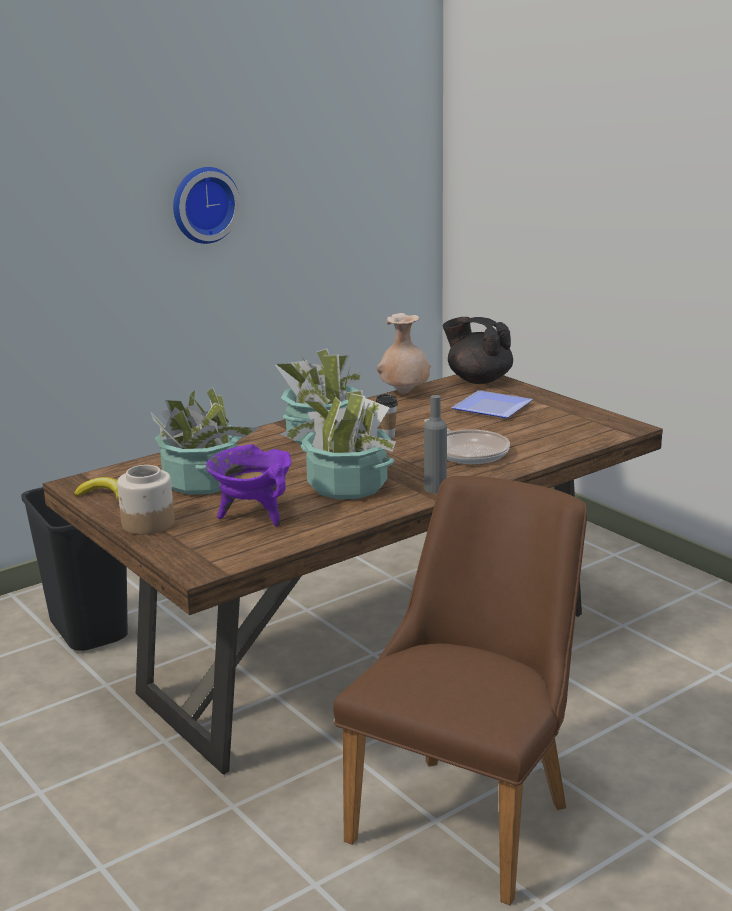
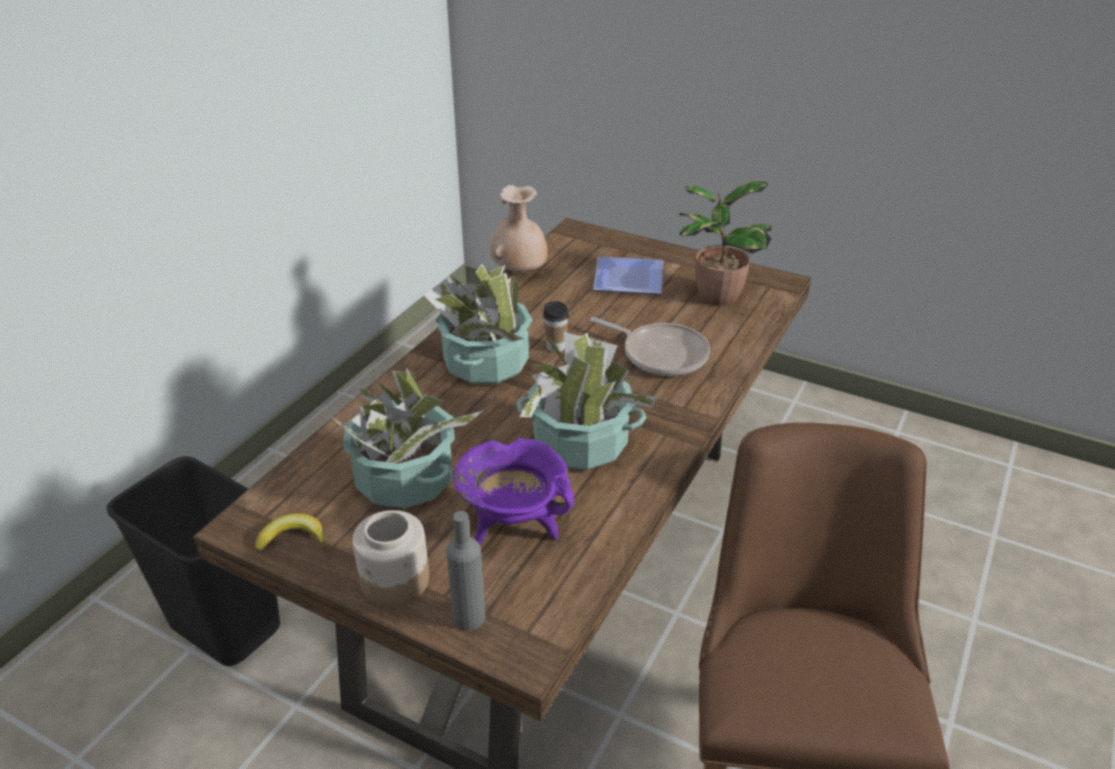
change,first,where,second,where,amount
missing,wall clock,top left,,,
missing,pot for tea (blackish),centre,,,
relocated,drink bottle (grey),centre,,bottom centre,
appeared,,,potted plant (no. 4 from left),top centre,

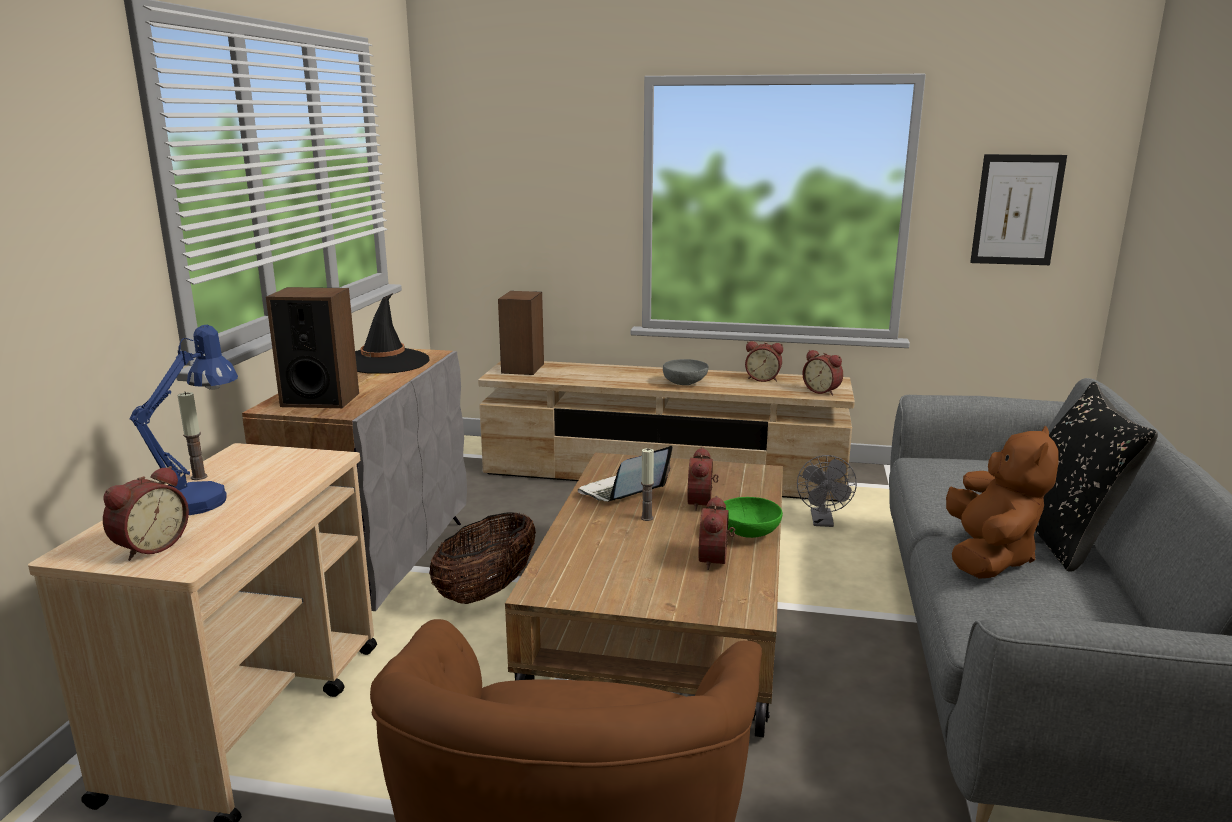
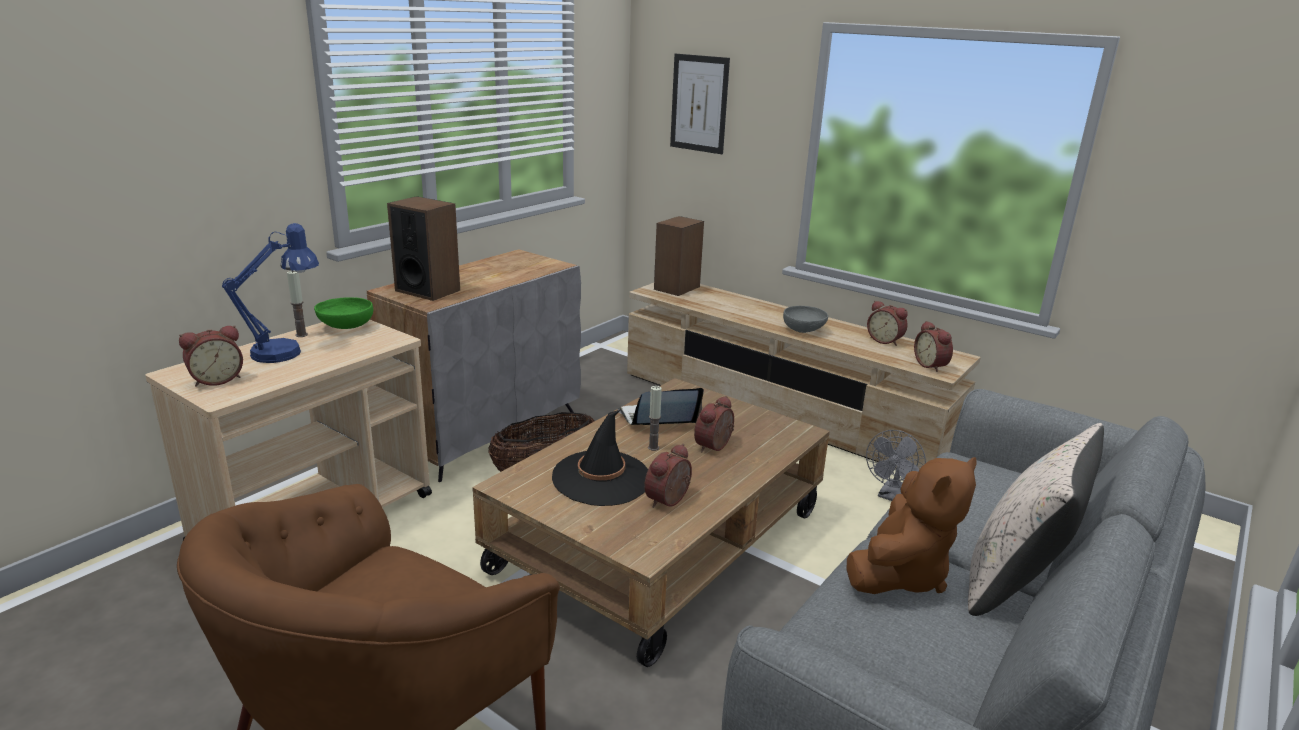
change,first,where,second,where,amount
relocated,picture,top right,,top centre,
relocated,wearable hat (blackish),middle left,,centre,
colour,throw pillow (blackish),middle right,throw pillow (beige),bottom right,
relocated,deep dish (greenish),centre,,middle left,

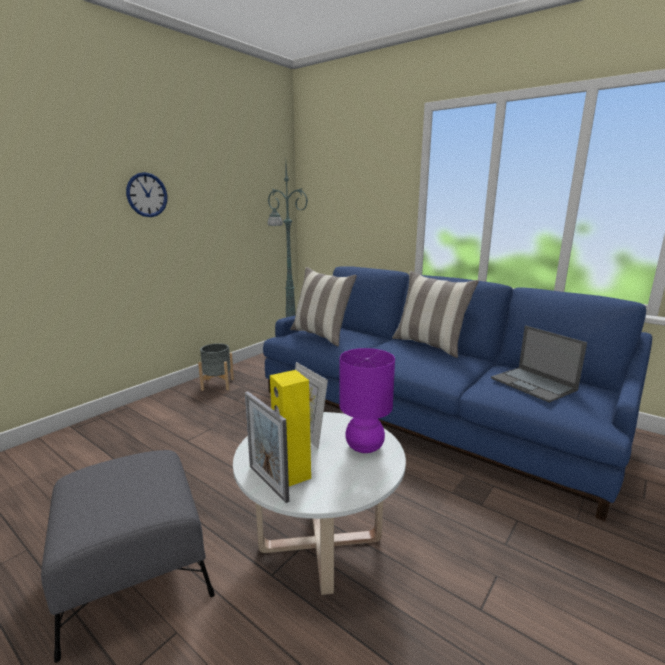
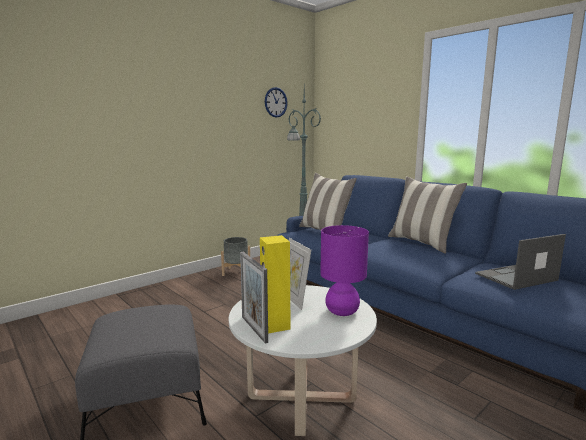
change,first,where,second,where,amount
relocated,wall clock,top left,,top centre,
spun,portable computer,middle right,,middle right,90 degrees clockwise

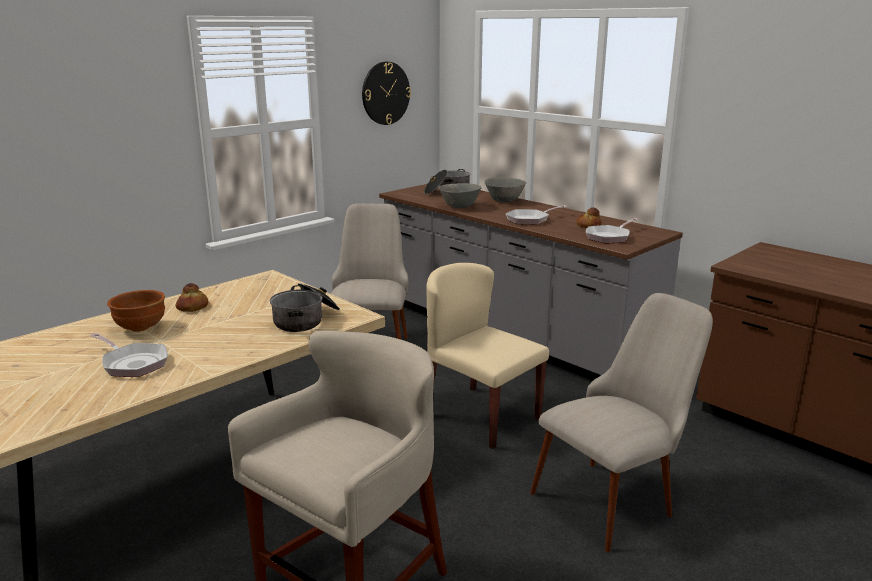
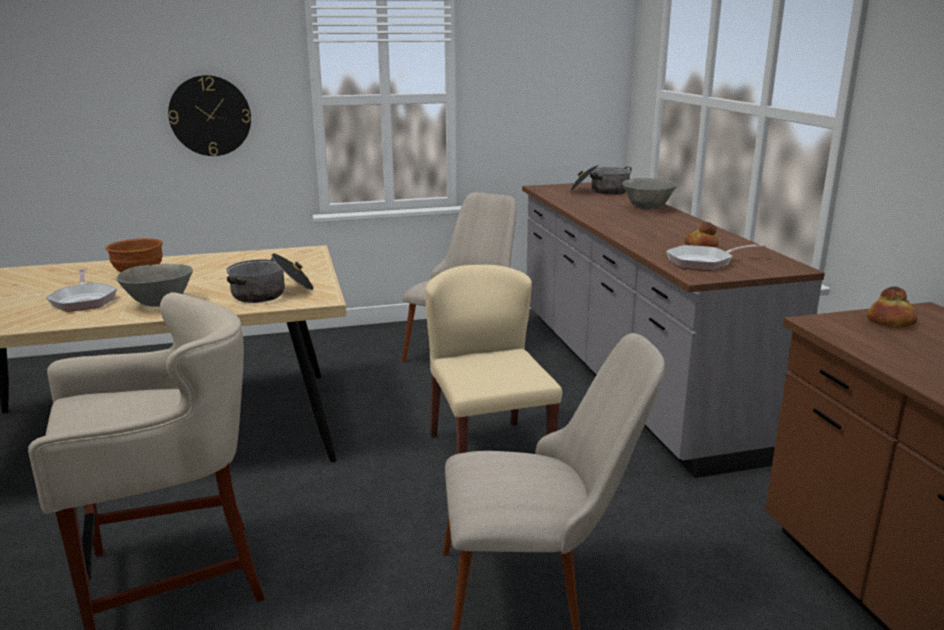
change,first,where,second,where,amount
relocated,wall clock,top centre,,top left,
relocated,deep dish (grey) (no. 1 from left),centre,,middle left,
missing,pan (no. 2 from left),centre,,,
relocated,baked bread (no. 1 from left in the first image),middle left,baked bread (no. 2 from left),middle right,

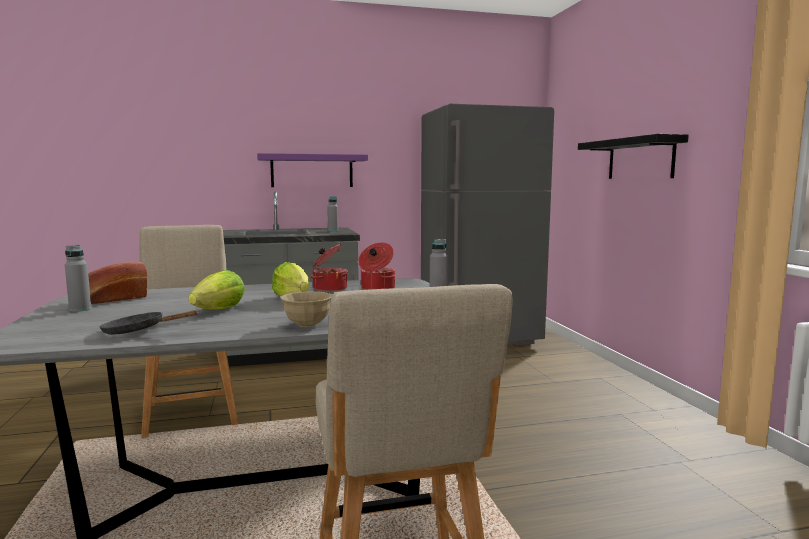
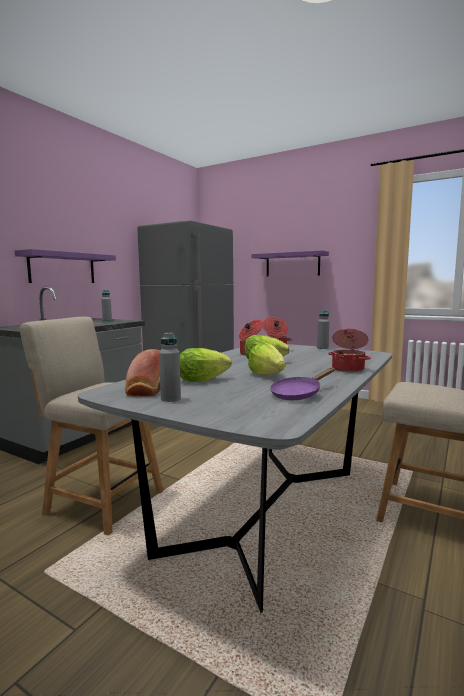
change,first,where,second,where,amount
colour,shelf (blackish),top right,shelf (purplish) (no. 2 from left),centre,
exchanged,deep dish (beige),centre,stockpot (no. 3 from left),middle right,
colour,pan (blackish),middle left,pan (purplish),centre,
appeared,,,head of lettuce (no. 1 from left),centre,

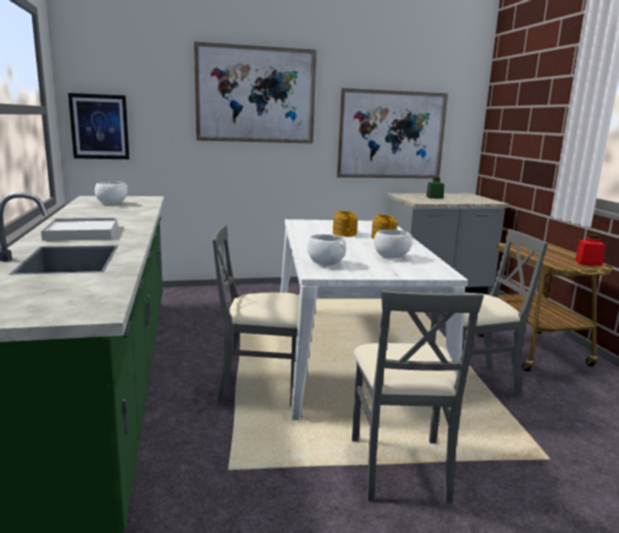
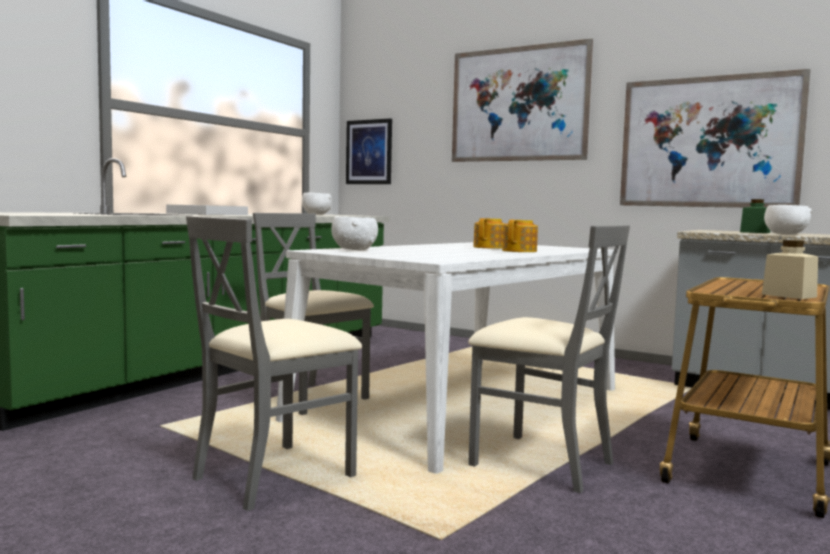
change,first,where,second,where,amount
relocated,deep dish (white-coloured) (no. 3 from left),centre,,middle right,
colour,preserve jar (reddish),middle right,preserve jar (beige),middle right,

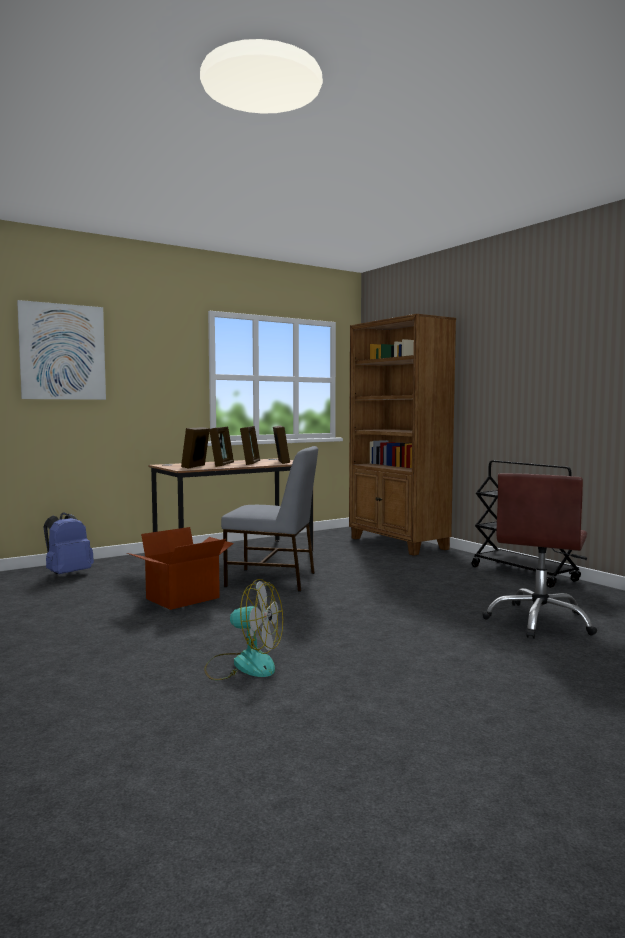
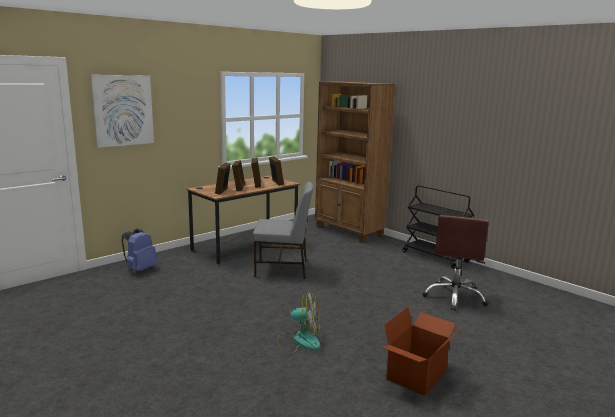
change,first,where,second,where,amount
relocated,carton,middle left,,bottom right,

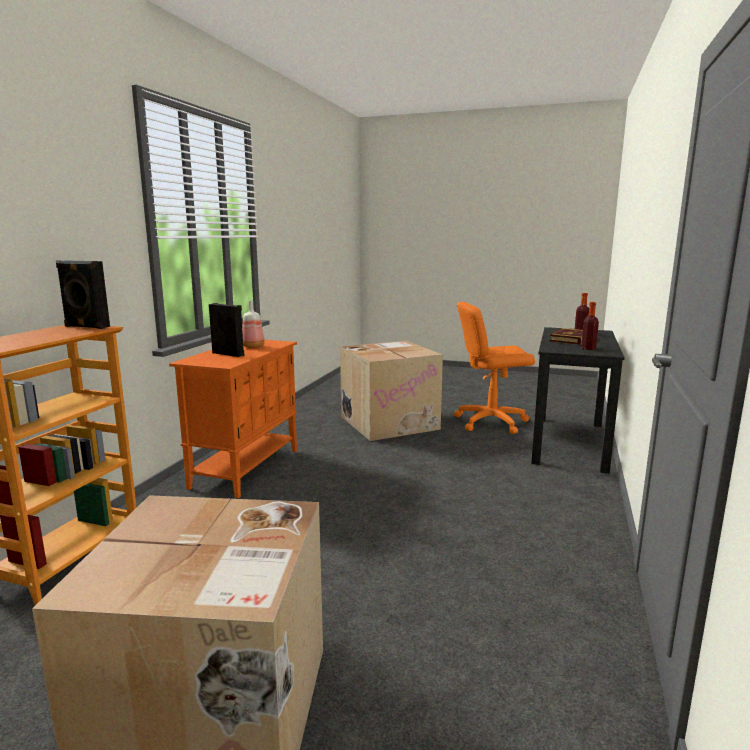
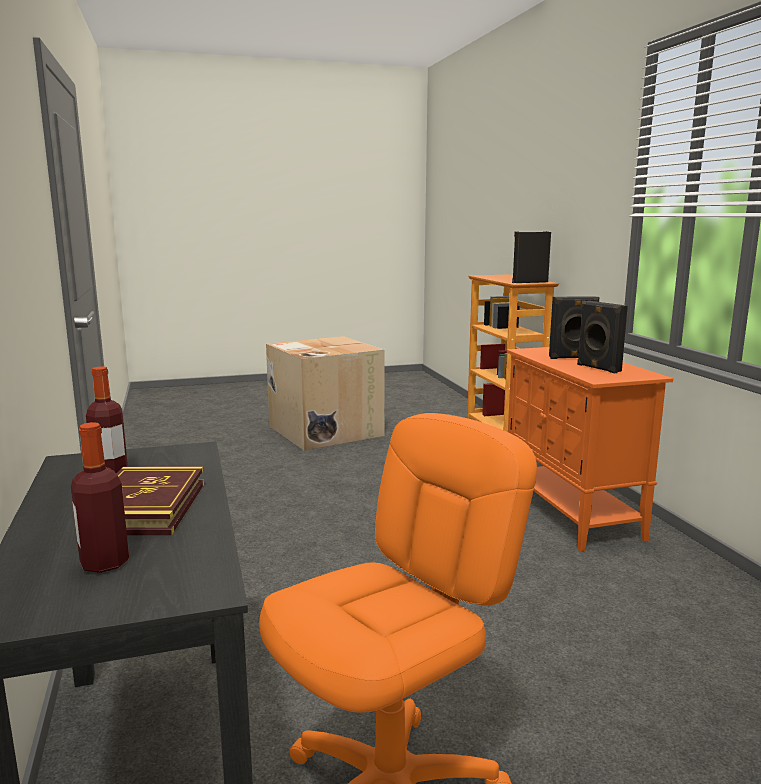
change,first,where,second,where,amount
exchanged,drink bottle (no. 1 from left),centre,speaker (blackish) (no. 3 from left),middle right,
missing,carton (no. 2 from left),centre,,,

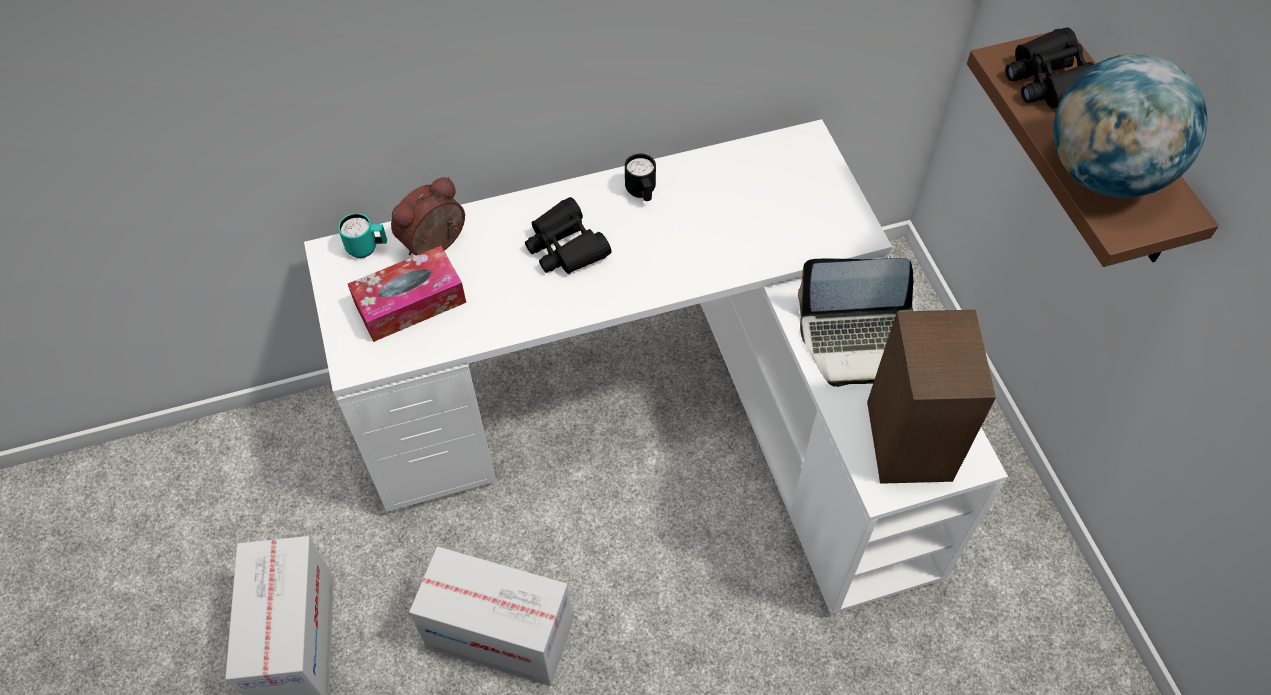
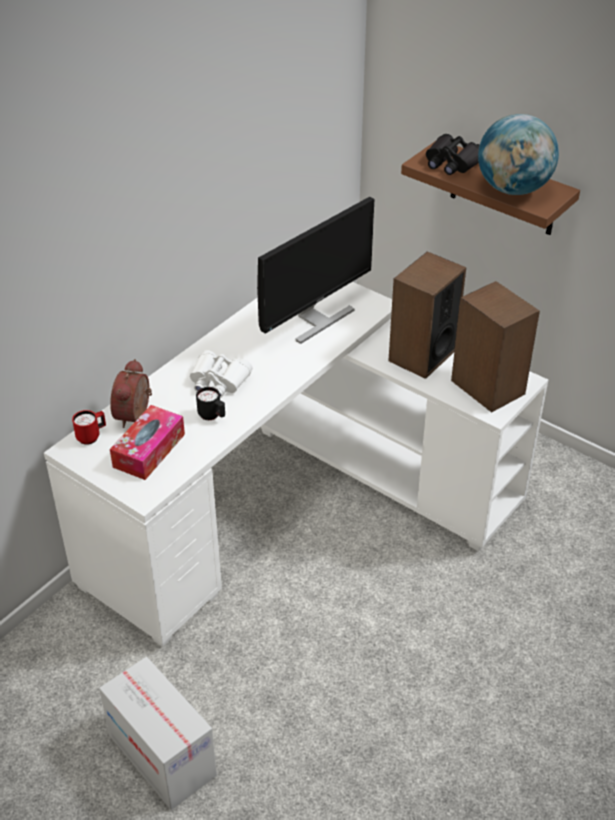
change,first,where,second,where,amount
relocated,coffee mug (blackish),top centre,,centre,
colour,pair of binoculars (blackish) (no. 1 from left),centre,pair of binoculars (white-coloured),centre,
colour,coffee mug (turquoise),middle left,coffee mug (reddish),middle left,
exchanged,portable computer,middle right,speaker (no. 1 from left),middle right,
missing,carton (no. 2 from left),bottom centre,,,
appeared,,,monitor,top centre,

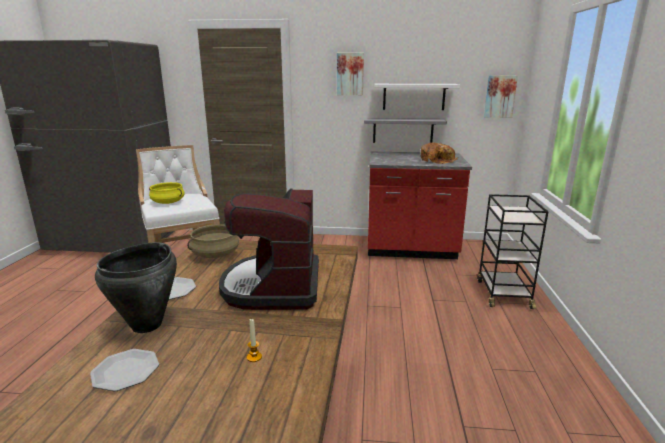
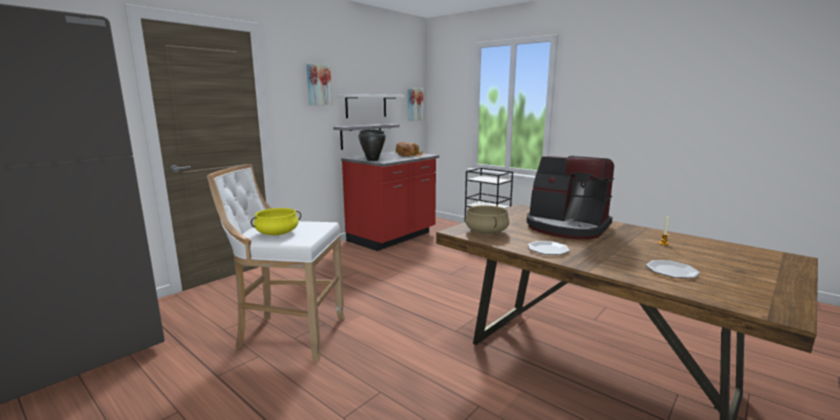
change,first,where,second,where,amount
relocated,stockpot (blackish),middle left,,centre,

